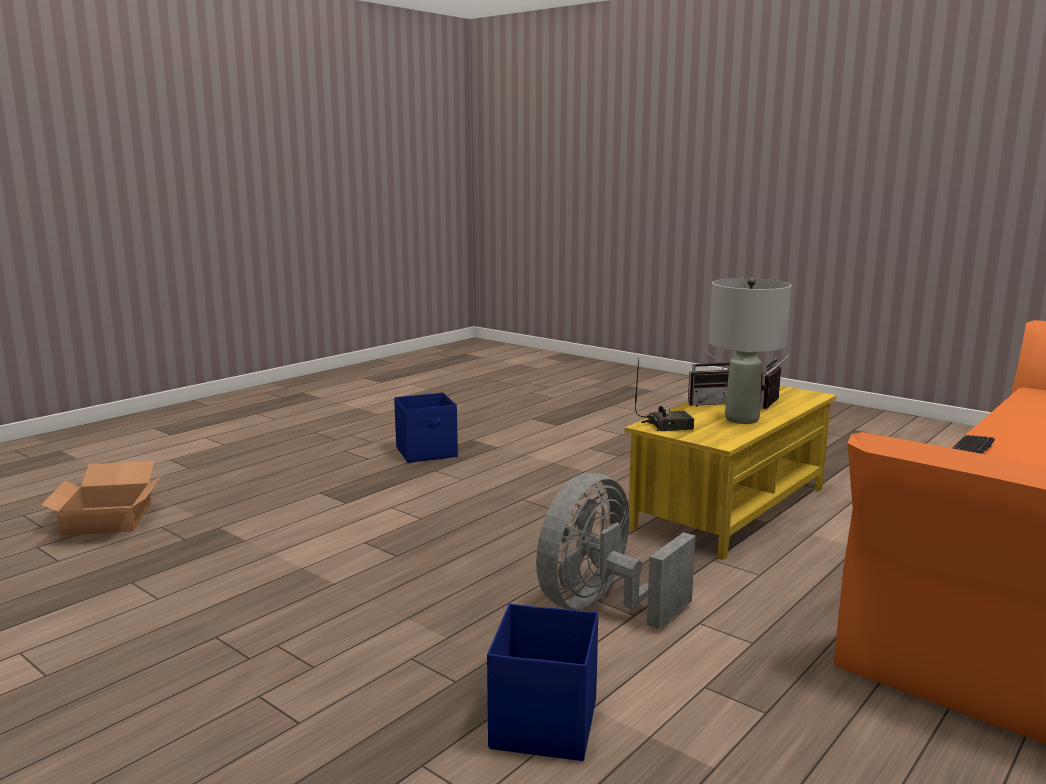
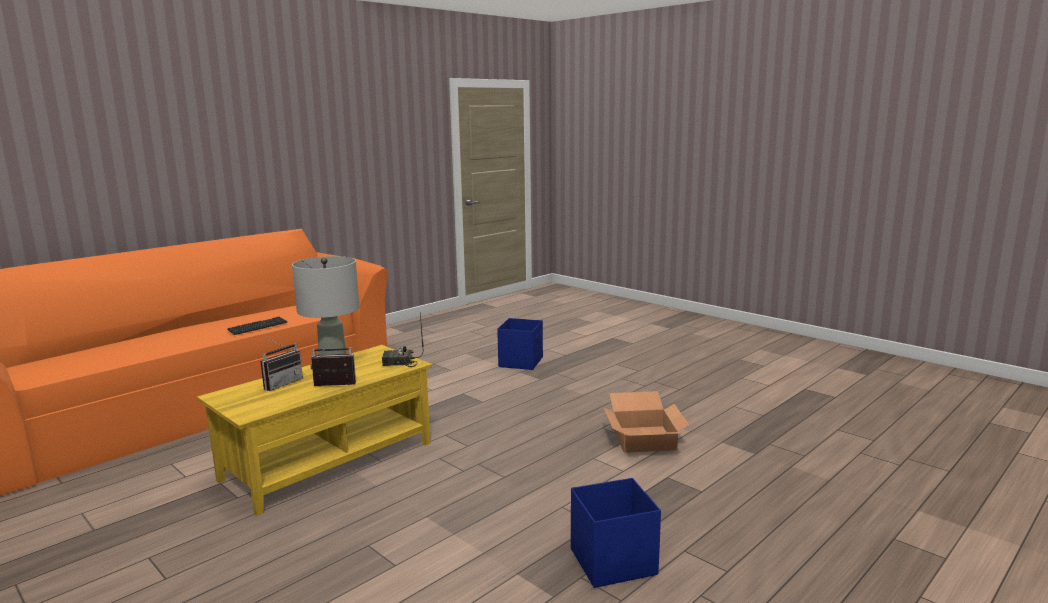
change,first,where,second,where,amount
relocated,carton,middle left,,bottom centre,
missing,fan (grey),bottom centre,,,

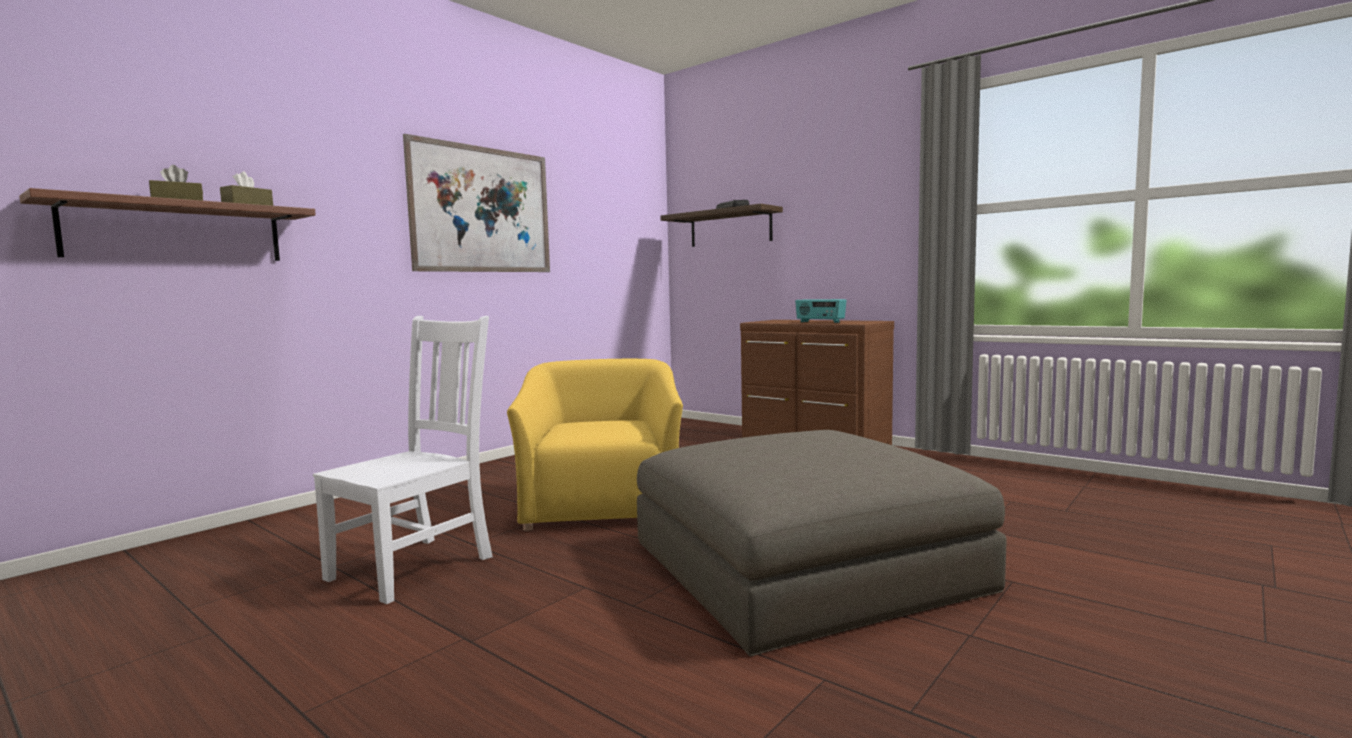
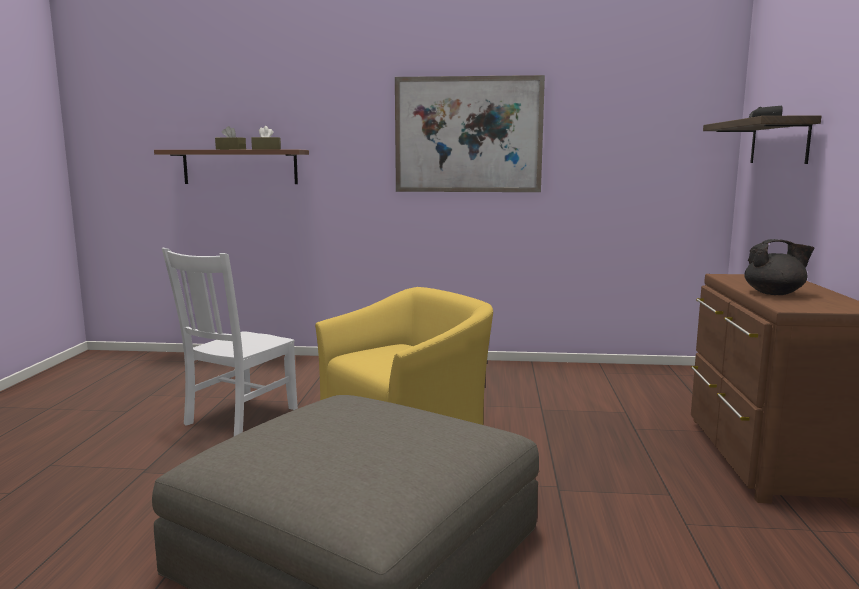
change,first,where,second,where,amount
exchanged,radio (no. 2 from left),centre,pot for tea (blackish),middle right,
spun,chair (white-coloured),middle left,,middle left,120 degrees clockwise

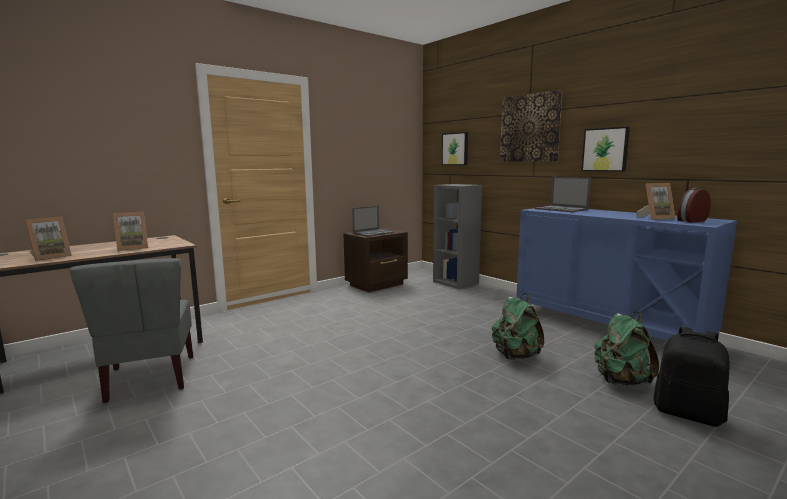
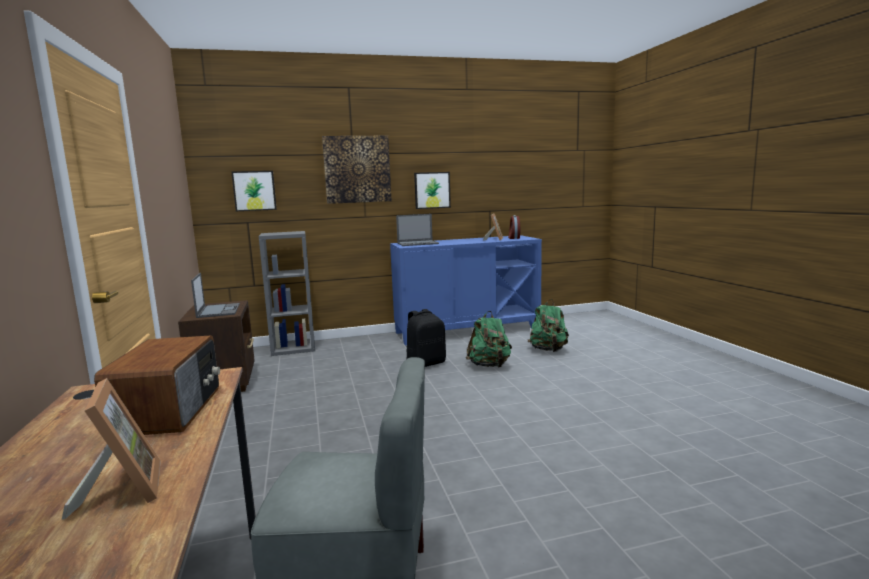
change,first,where,second,where,amount
exchanged,standing frame (no. 2 from left),middle left,radio,middle left,
relocated,rucksack (blackish),bottom right,,centre,

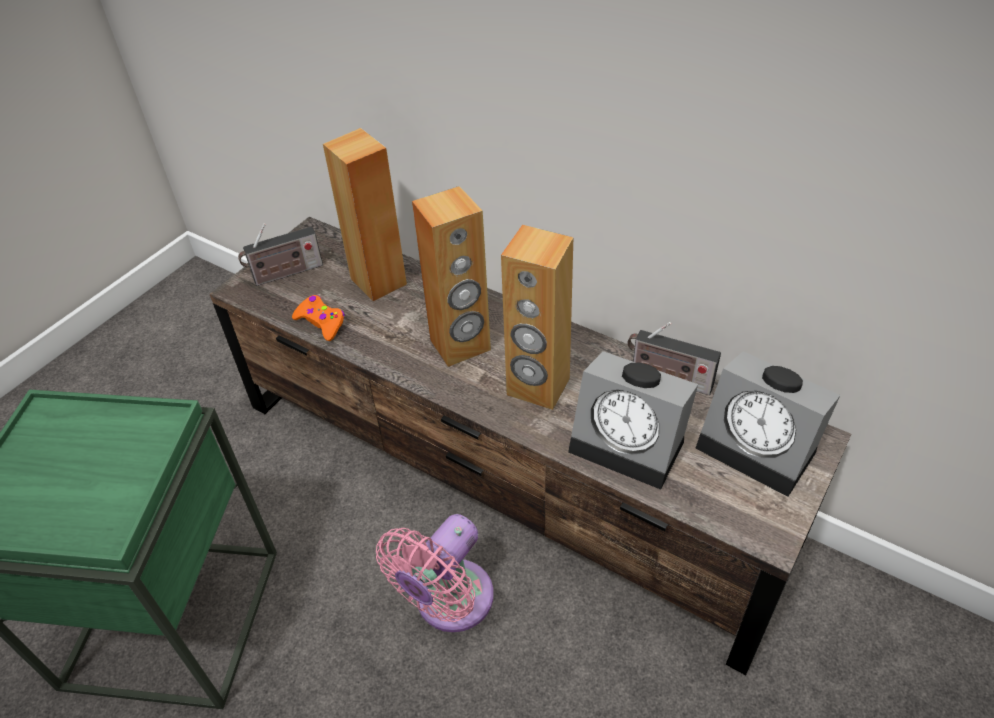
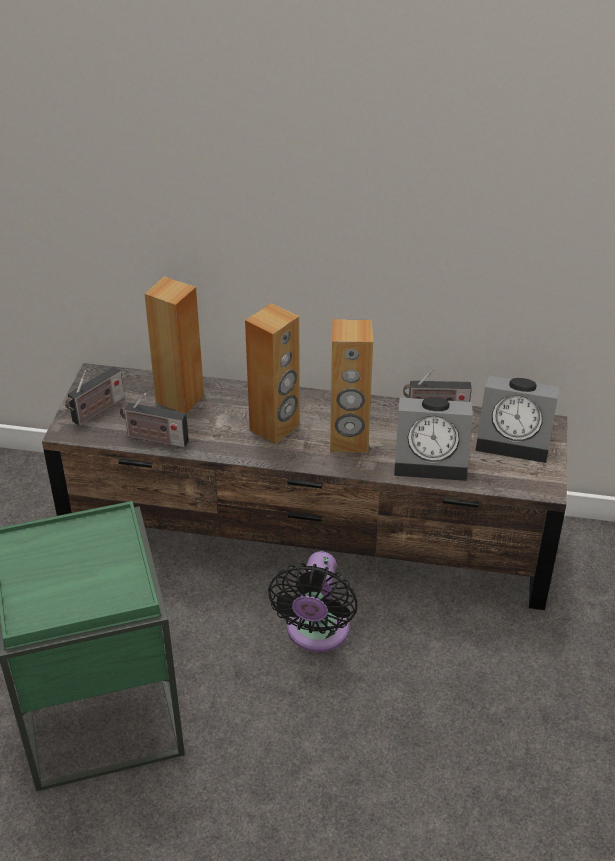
change,first,where,second,where,amount
exchanged,game controller (orange-coloured),middle left,radio (no. 2 from left),middle left,
colour,fan (pink),bottom centre,fan (blackish),bottom centre,

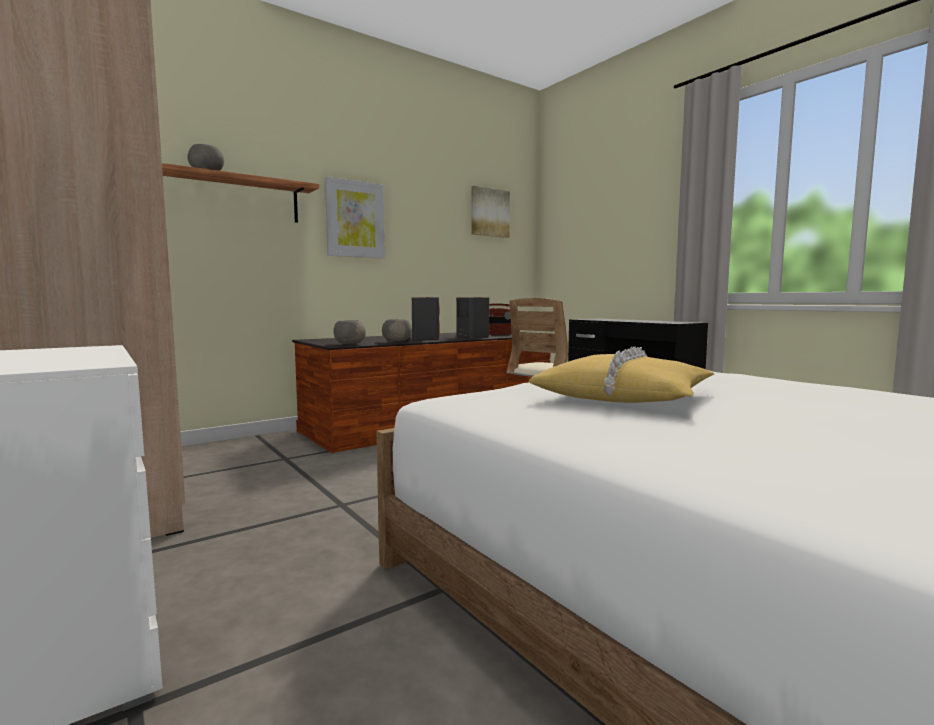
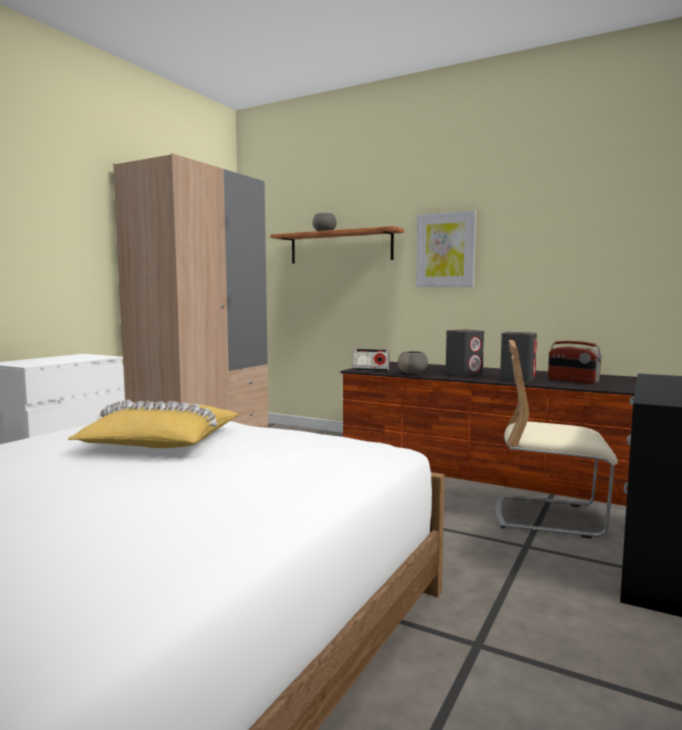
change,first,where,second,where,amount
missing,picture (no. 2 from left),top centre,,,
exchanged,deep dish (grey) (no. 2 from left),centre,radio (no. 1 from left),centre,

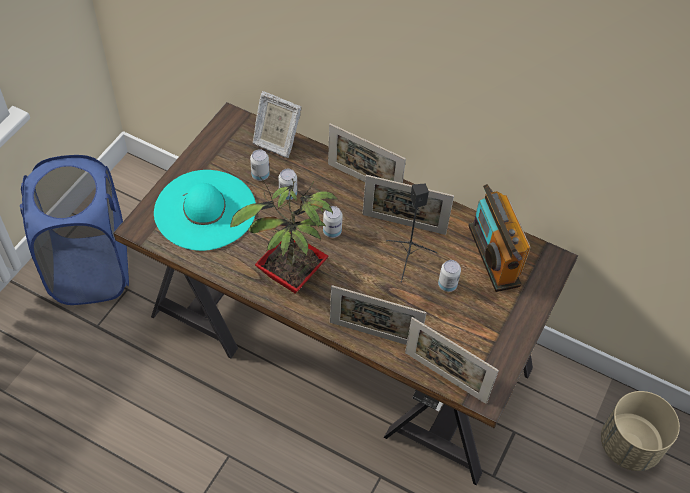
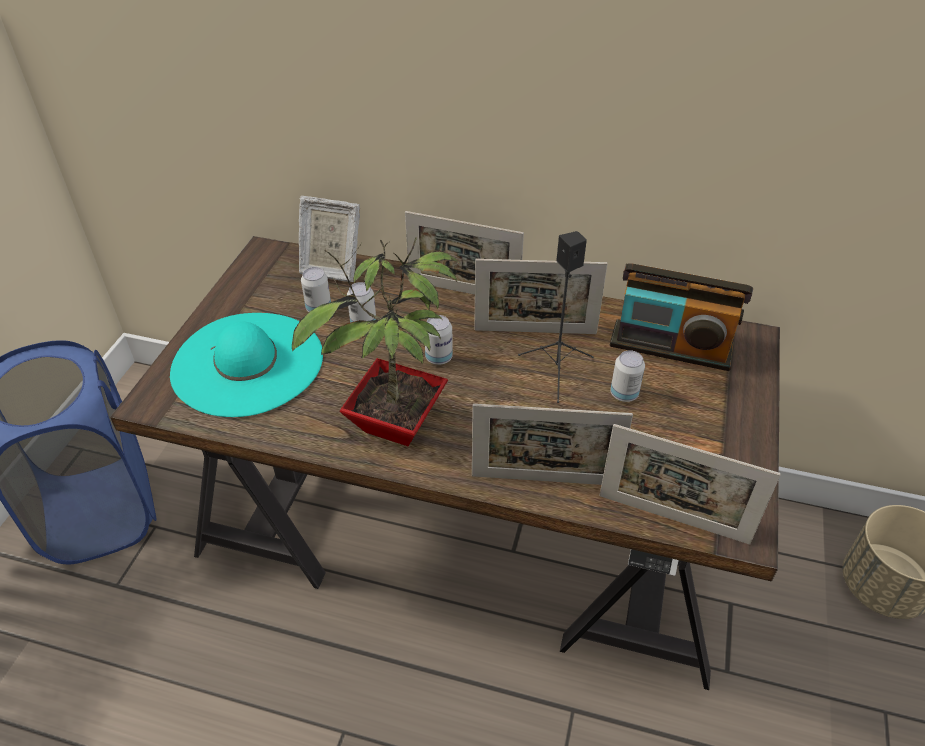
change,first,where,second,where,amount
spun,radio,middle right,,middle right,45 degrees counterclockwise

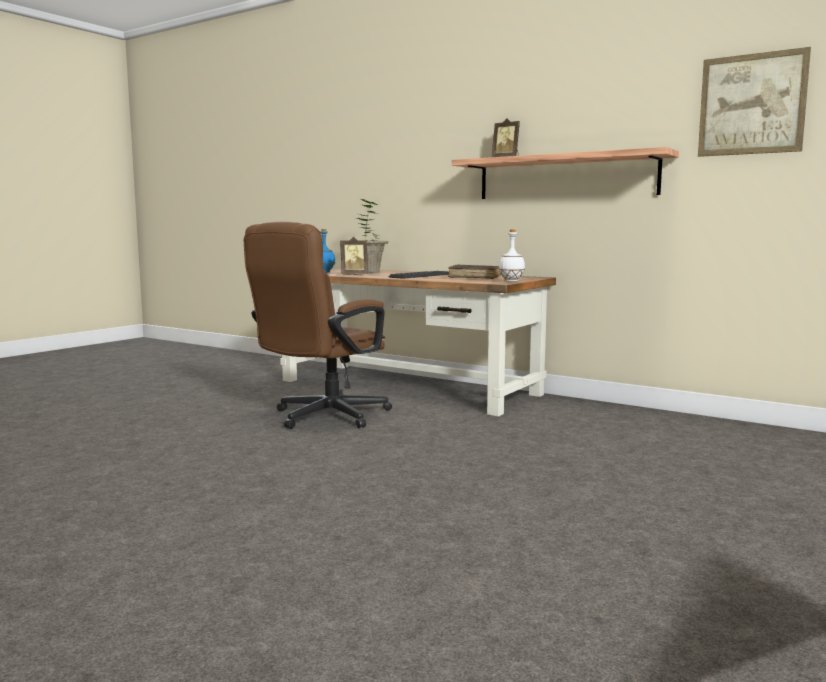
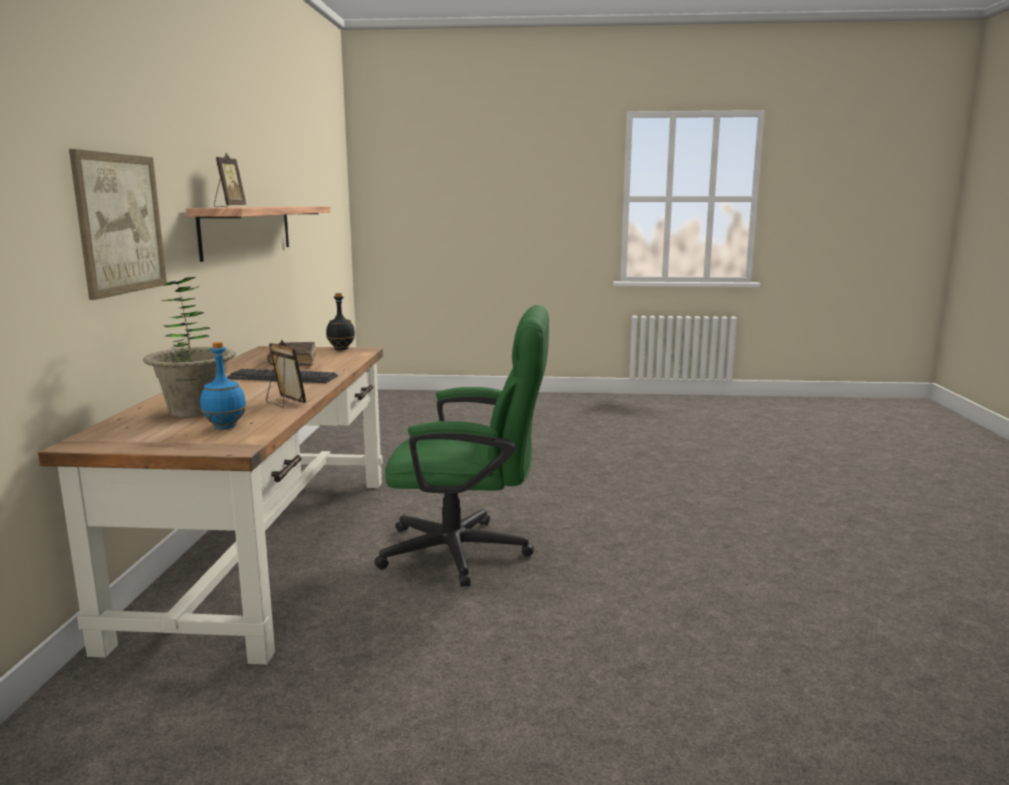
change,first,where,second,where,amount
relocated,picture,top right,,top left,
colour,office chair (brown-coloured),centre,office chair (greenish),centre,
colour,drink bottle (white-coloured),centre,drink bottle (blackish),centre,

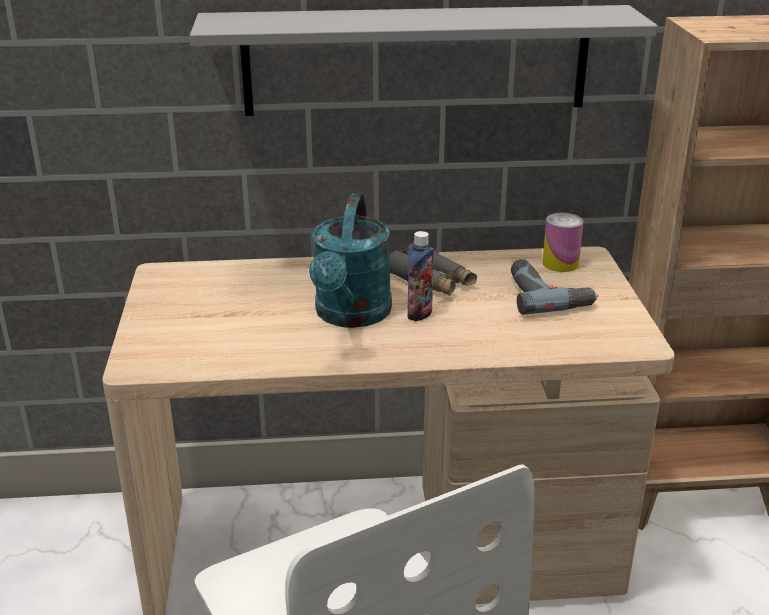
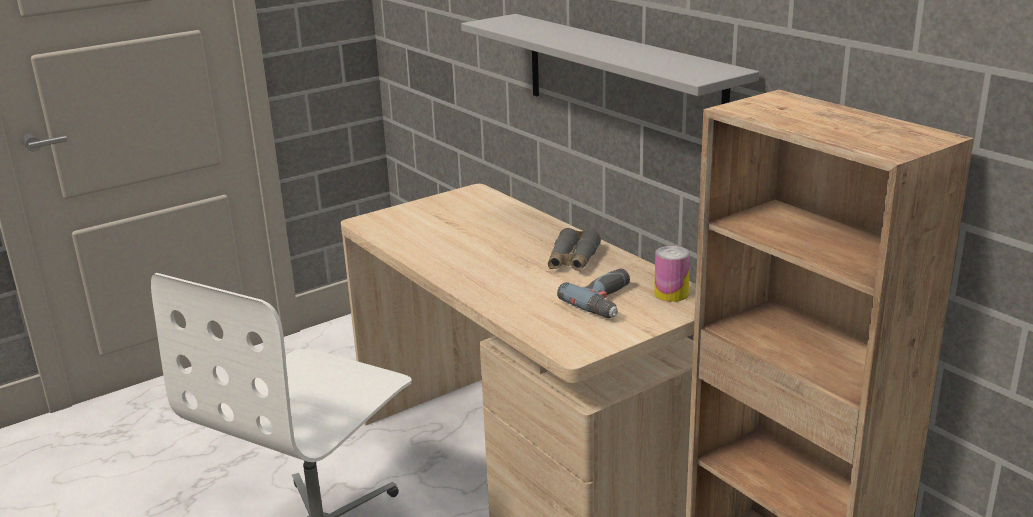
change,first,where,second,where,amount
missing,watering pot (turquoise),centre,,,
missing,drink bottle,centre,,,

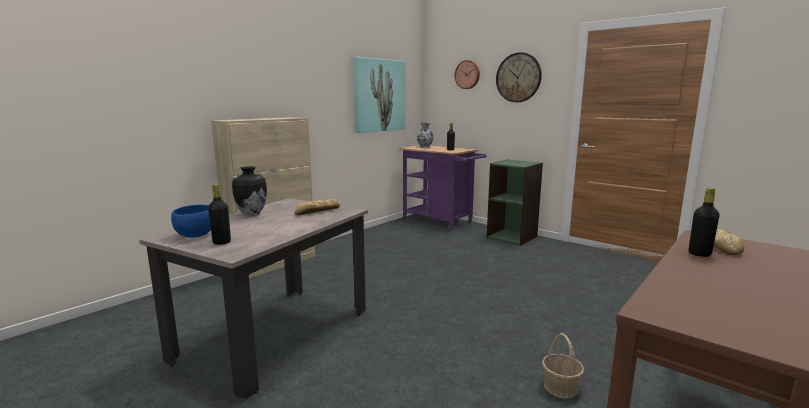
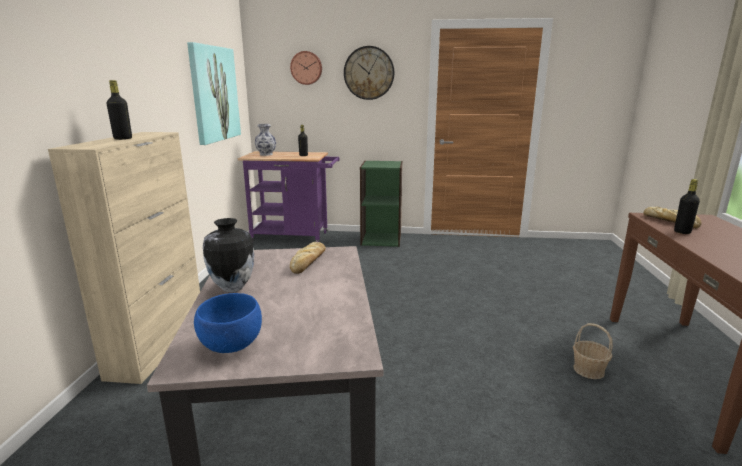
change,first,where,second,where,amount
relocated,drink bottle (blackish) (no. 1 from left),middle left,,top left,

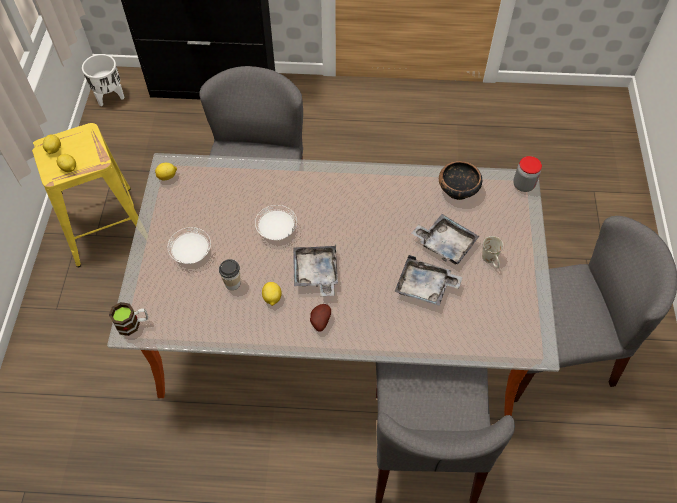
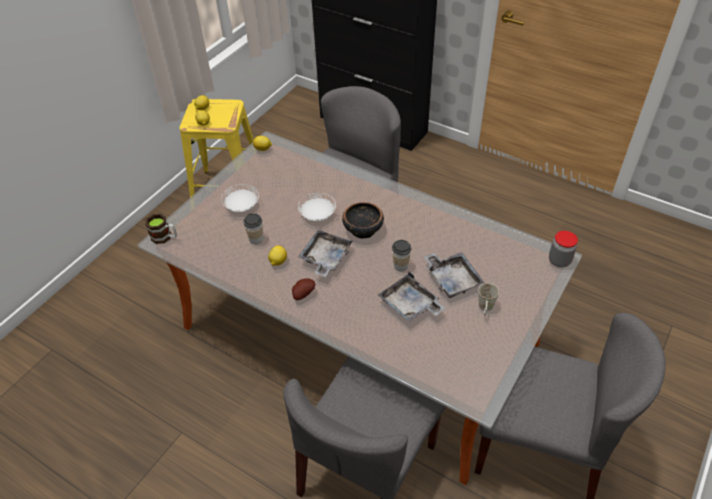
change,first,where,second,where,amount
missing,planter (white-coloured),top left,,,
relocated,deep dish,middle right,,centre,
appeared,,,cup (no. 2 from left),centre,

